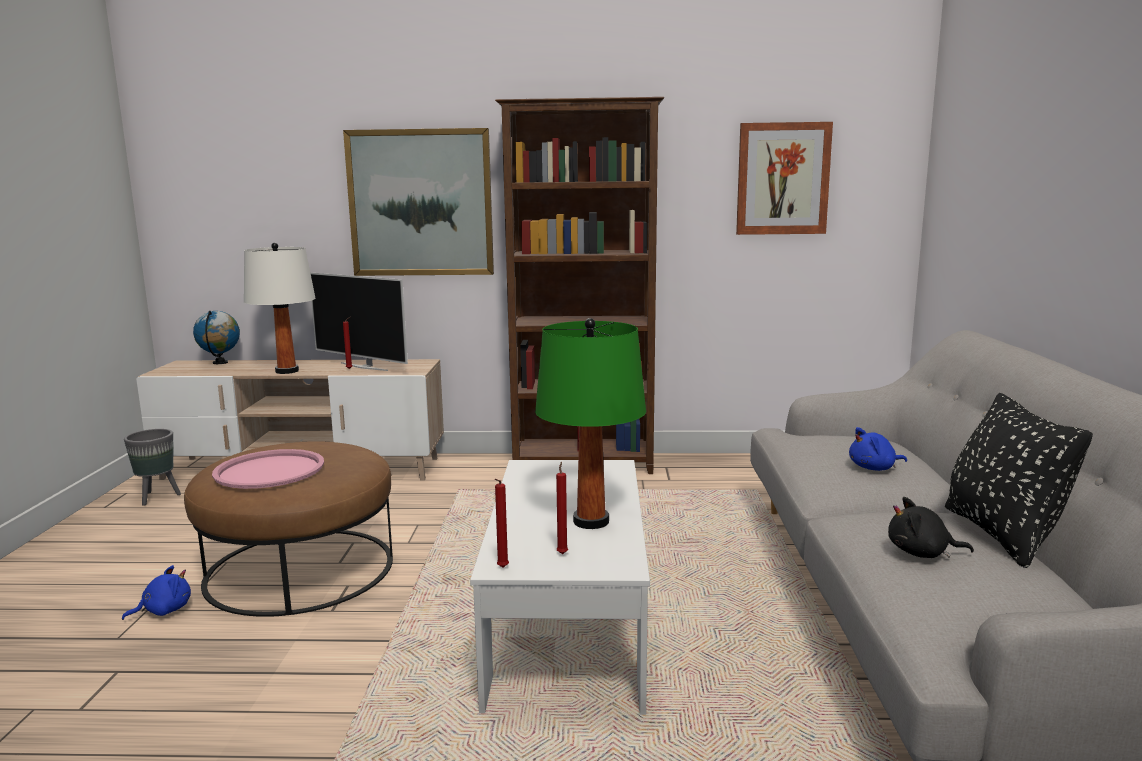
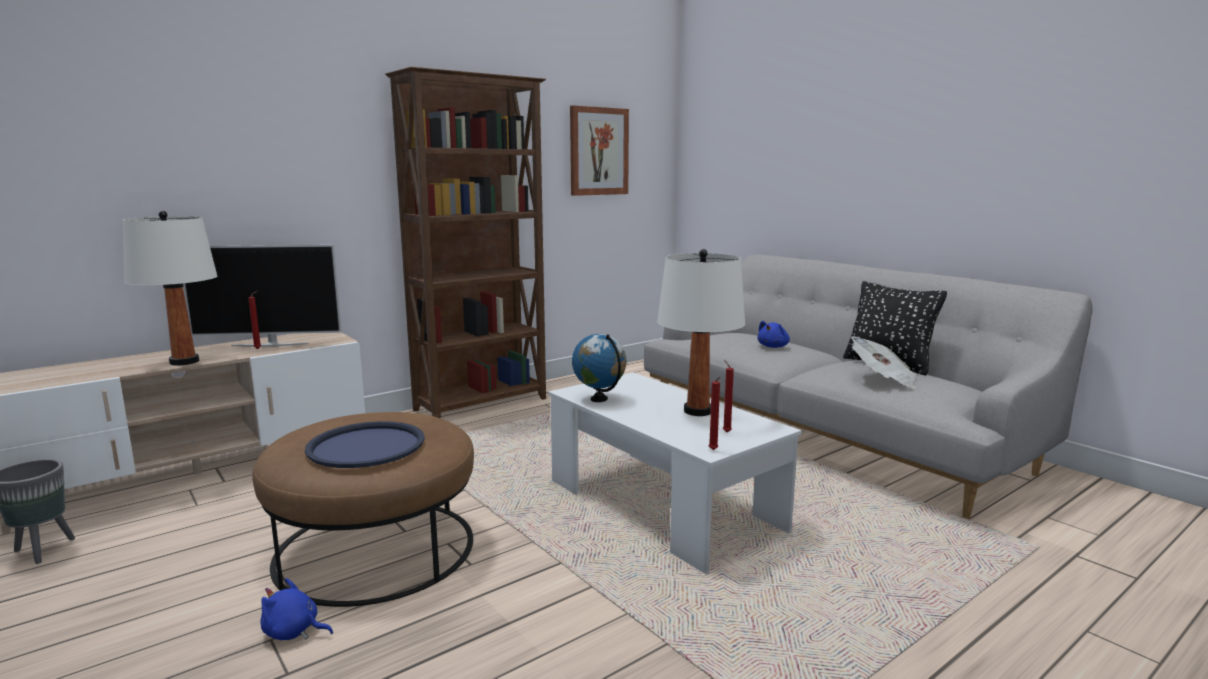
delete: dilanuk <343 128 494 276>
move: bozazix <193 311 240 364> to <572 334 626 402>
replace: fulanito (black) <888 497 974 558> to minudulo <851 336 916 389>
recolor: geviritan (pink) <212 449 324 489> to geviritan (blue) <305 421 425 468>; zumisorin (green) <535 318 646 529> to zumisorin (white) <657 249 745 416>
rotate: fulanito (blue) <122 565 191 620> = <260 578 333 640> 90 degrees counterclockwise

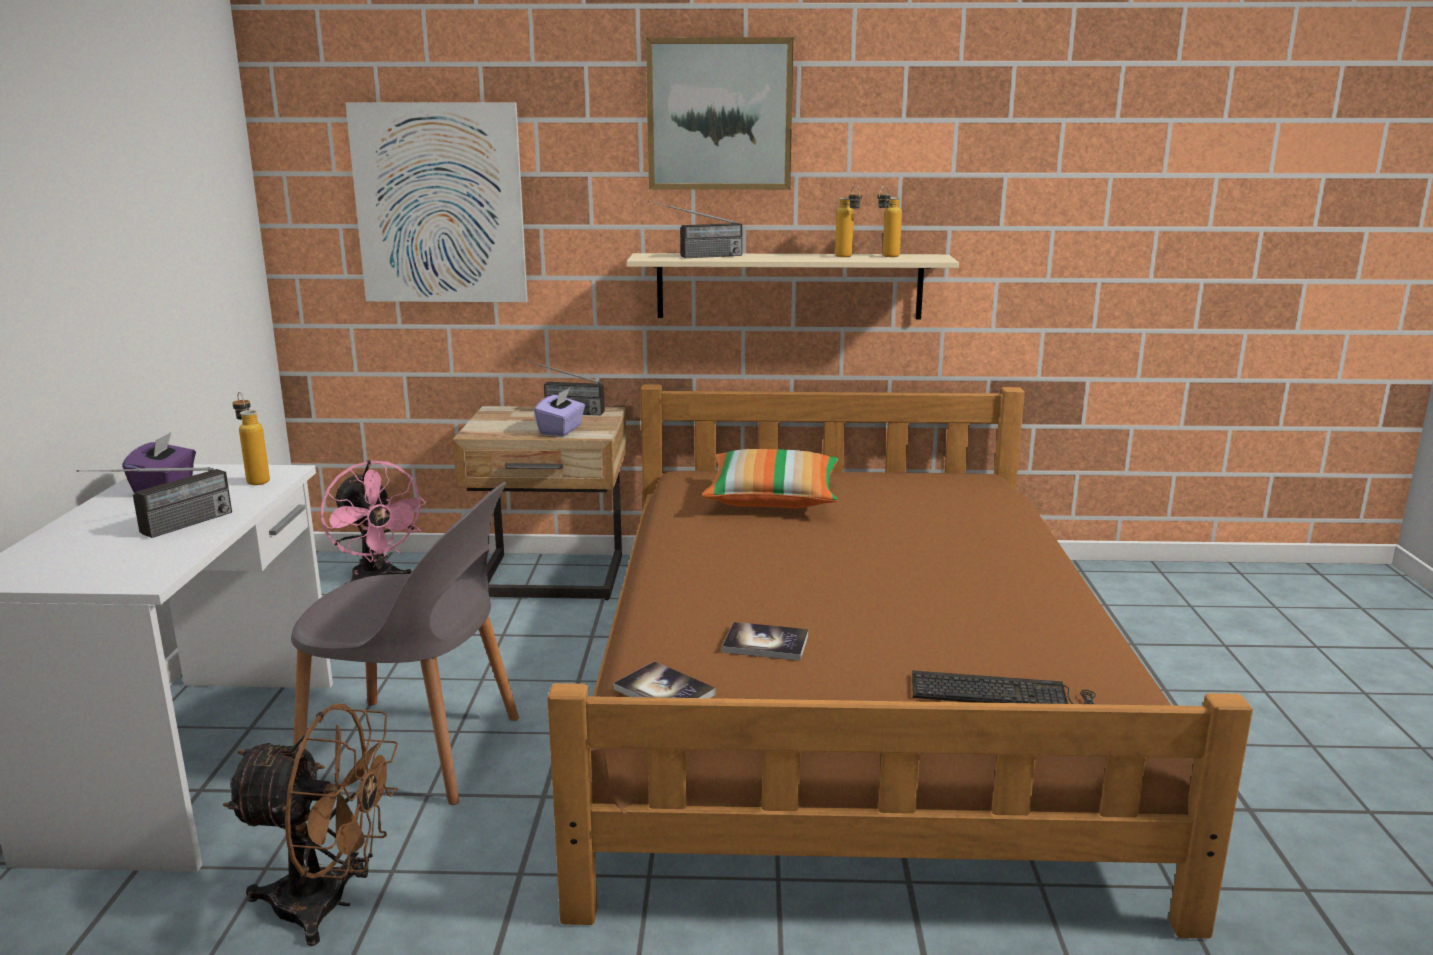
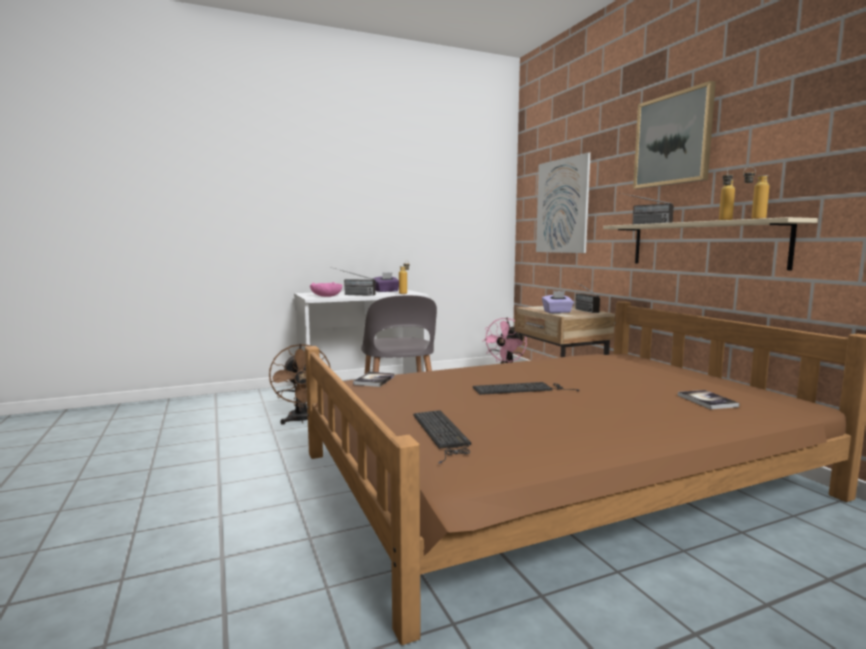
delete: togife <702 449 838 508>
insert: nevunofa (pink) <310 282 343 297>; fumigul <473 382 579 395>
move: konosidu <722 622 809 661> to <678 390 740 409>

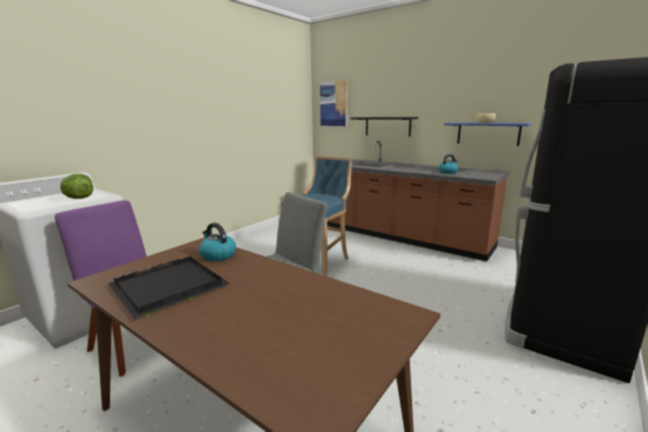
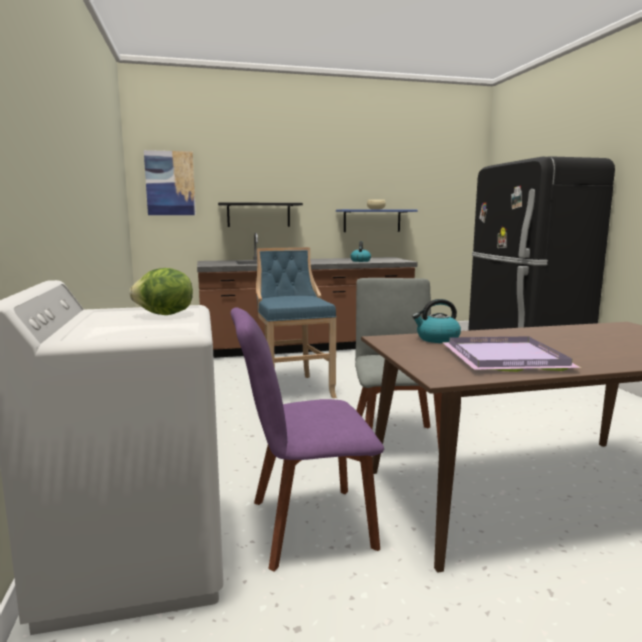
recolor: geviritan (black) <108 256 230 319> to geviritan (purple) <442 336 581 372>

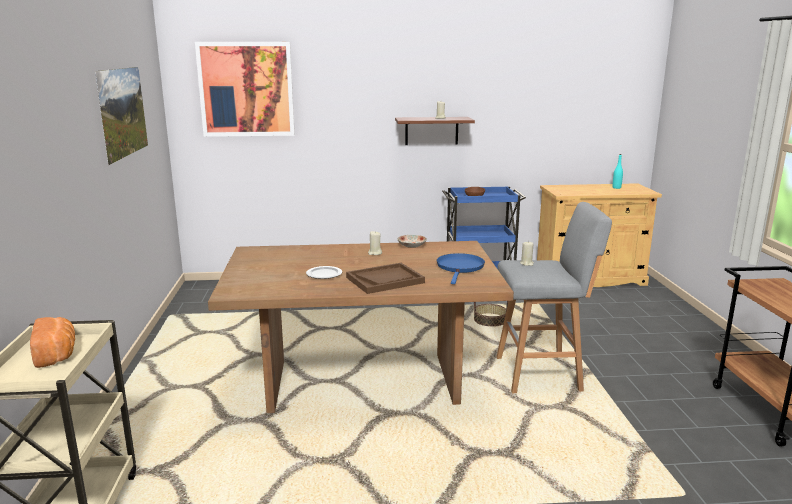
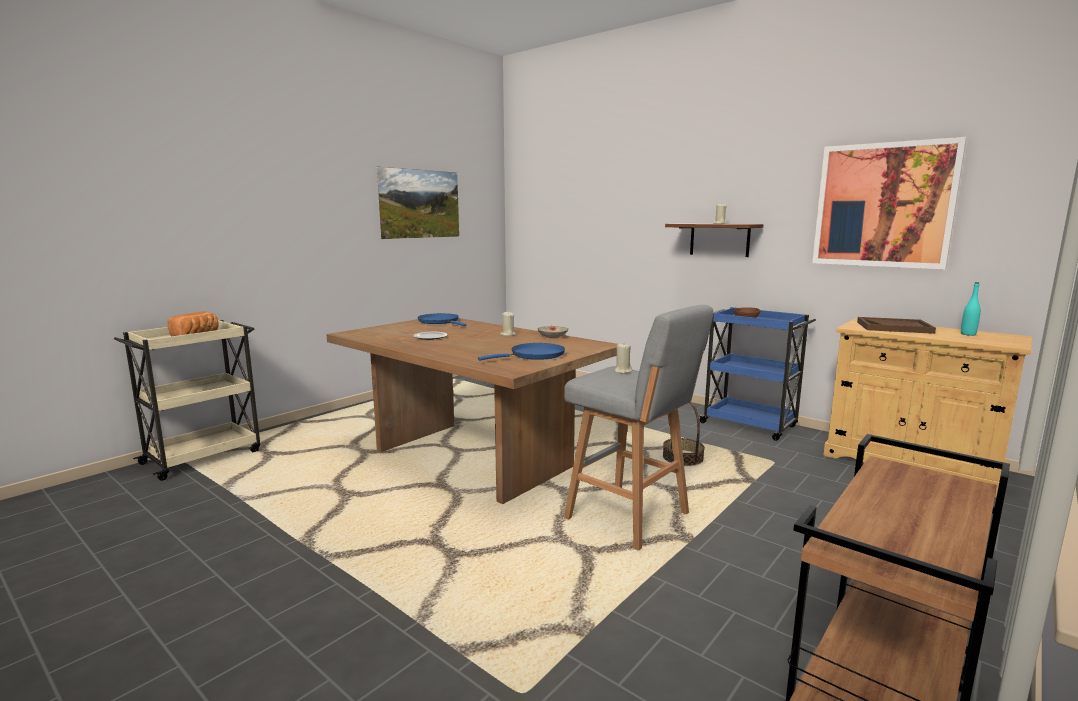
insert: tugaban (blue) <417 313 467 326>
move: dilanuk <195 42 295 137> to <812 137 967 270>; geviritan (brown) <346 263 425 294> to <857 317 936 334>

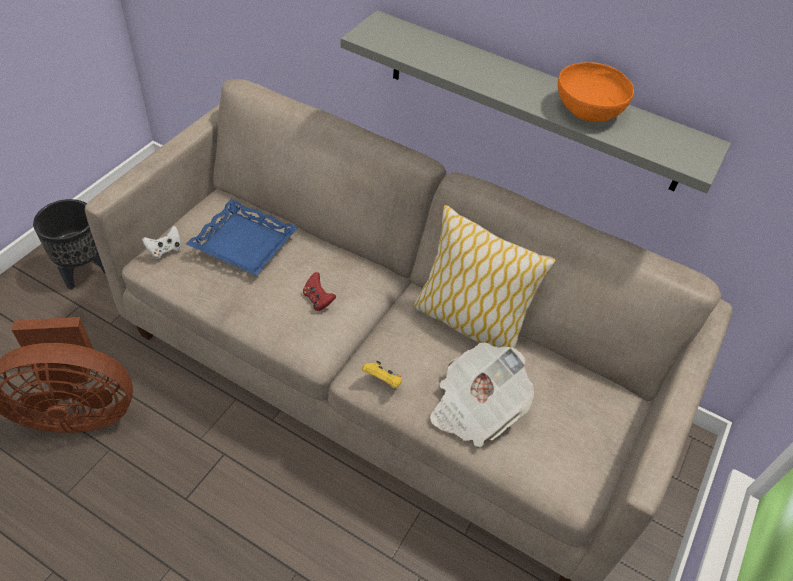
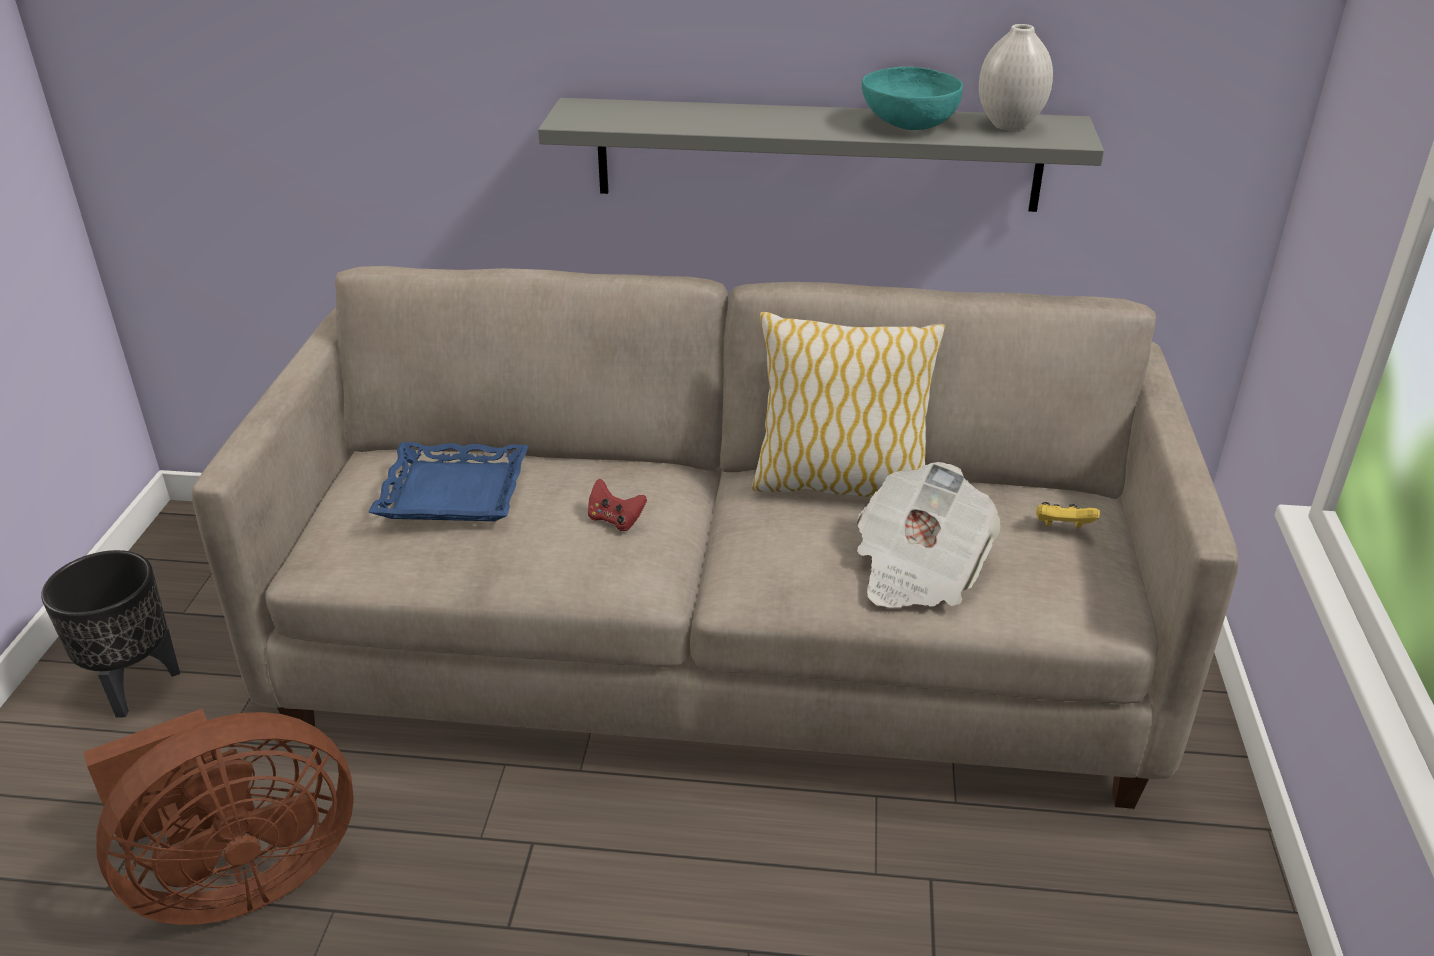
delete: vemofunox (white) <142 226 181 258>
insert: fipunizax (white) <979 24 1053 131>
move: vemofunox (yellow) <362 361 402 388> to <1036 502 1100 528>
recolor: nevunofa (orange) <558 62 634 122> to nevunofa (turquoise) <862 67 963 130>

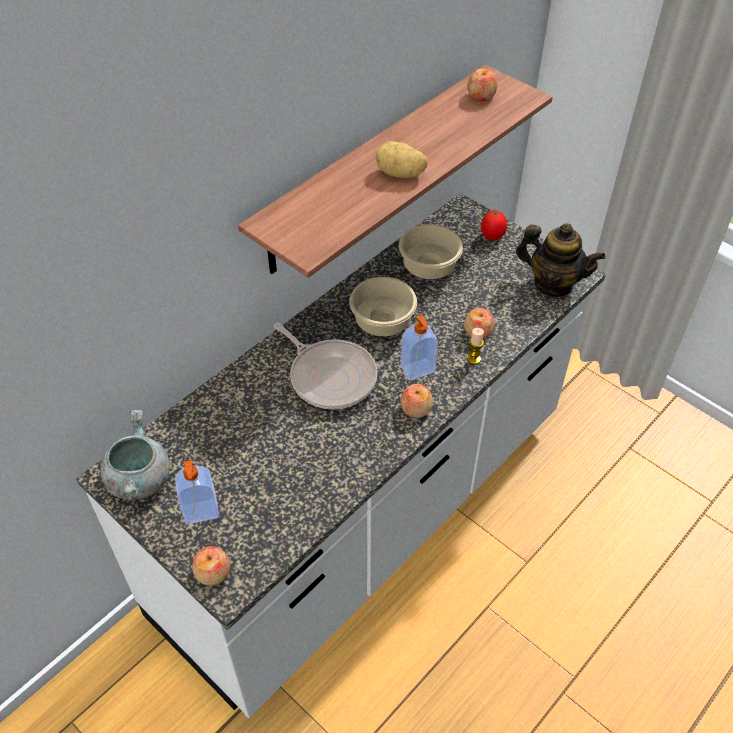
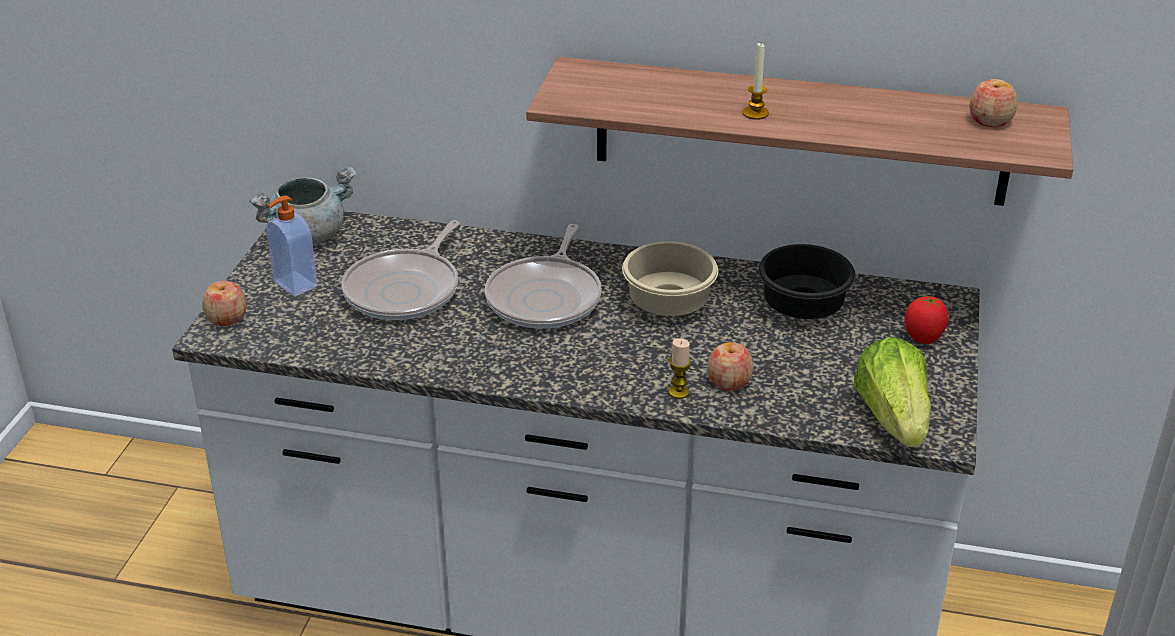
delete: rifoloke <400 384 433 418>; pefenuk <401 315 438 380>
insert: tugaban <341 220 460 320>
replace: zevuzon <375 141 428 178> to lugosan <743 43 769 120>; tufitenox <516 223 606 297> to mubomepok <854 337 931 447>
recolor: nevunofa (beige) <399 224 463 279> to nevunofa (black) <758 244 855 319>

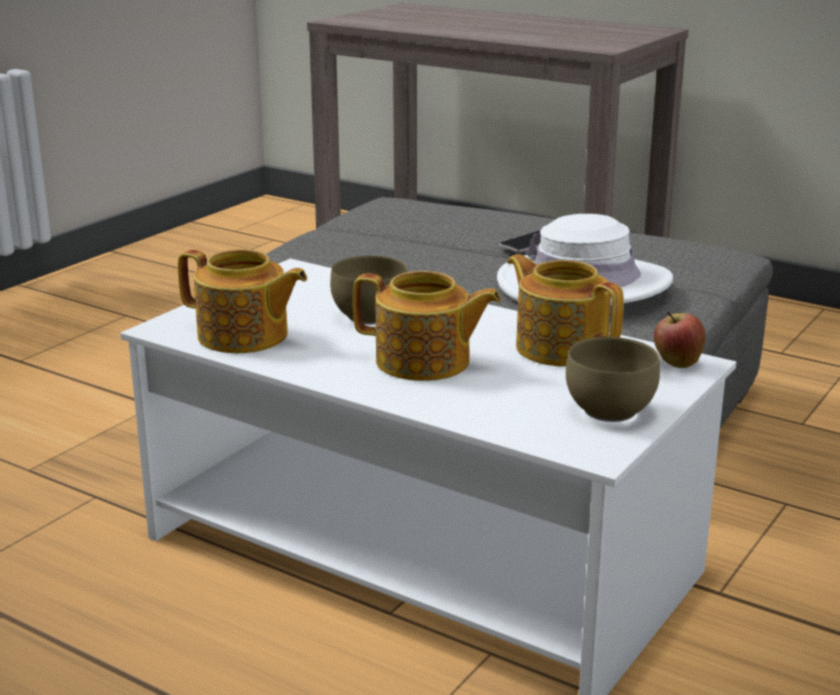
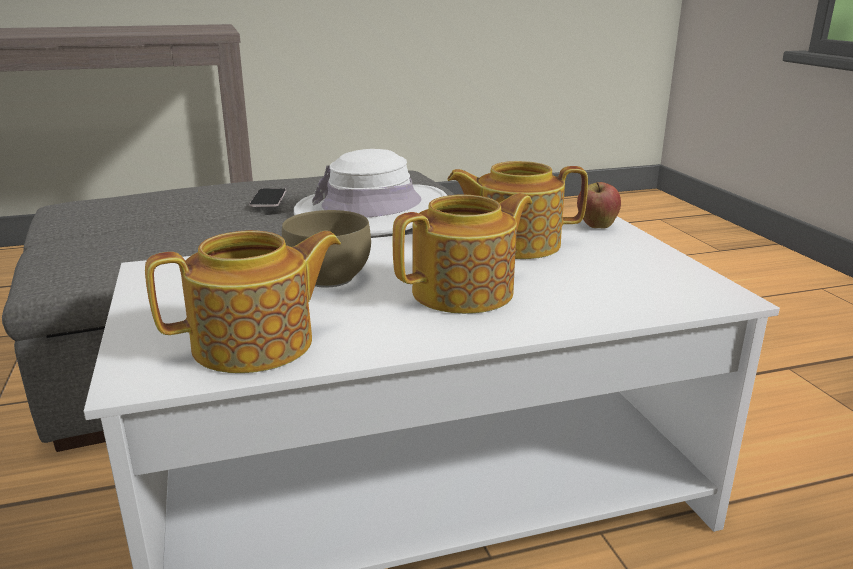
delete: nevunofa (brown) <566 337 660 422>

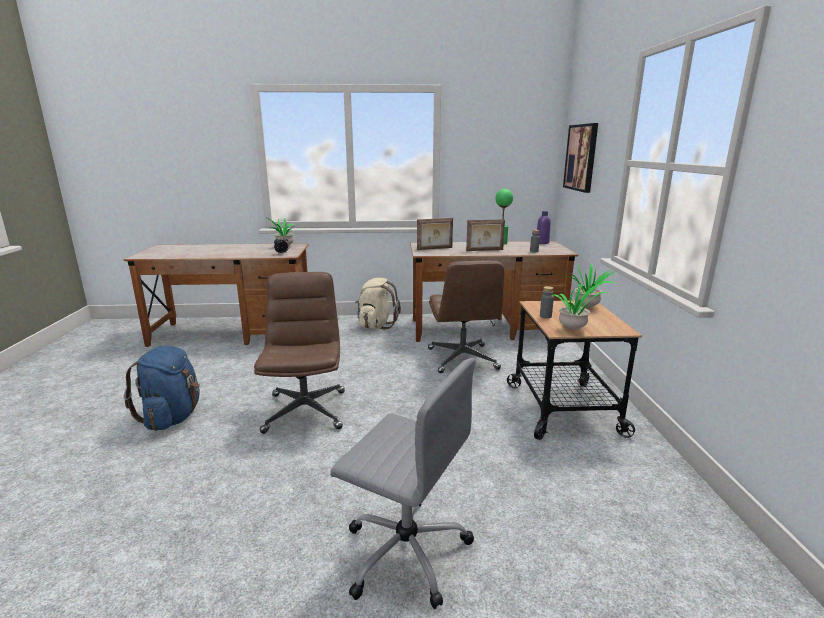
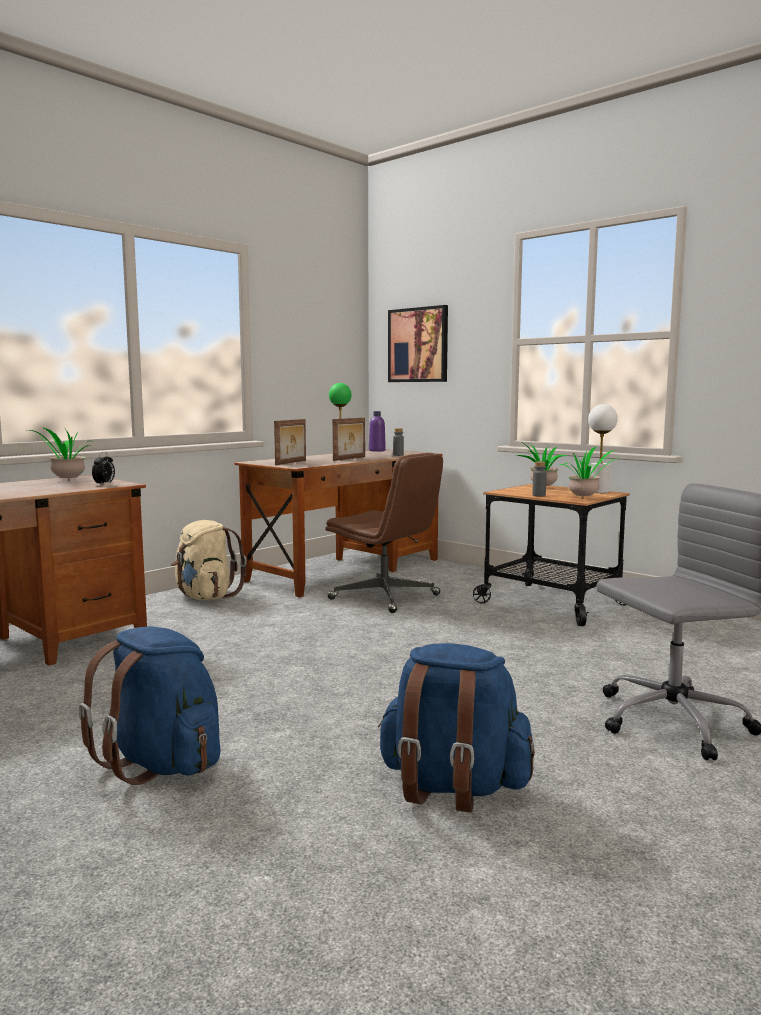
delete: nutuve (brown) <254 272 345 434>
insert: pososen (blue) <378 643 535 812>; zumisorin (white) <588 404 618 493>

